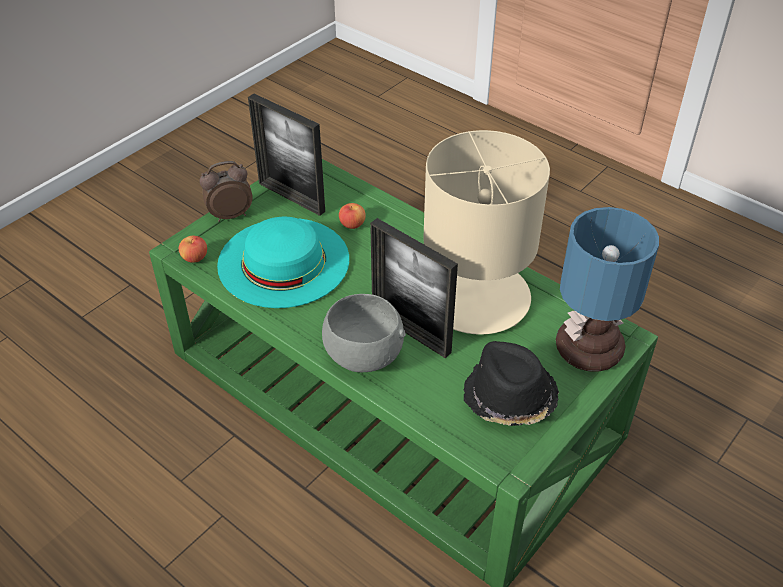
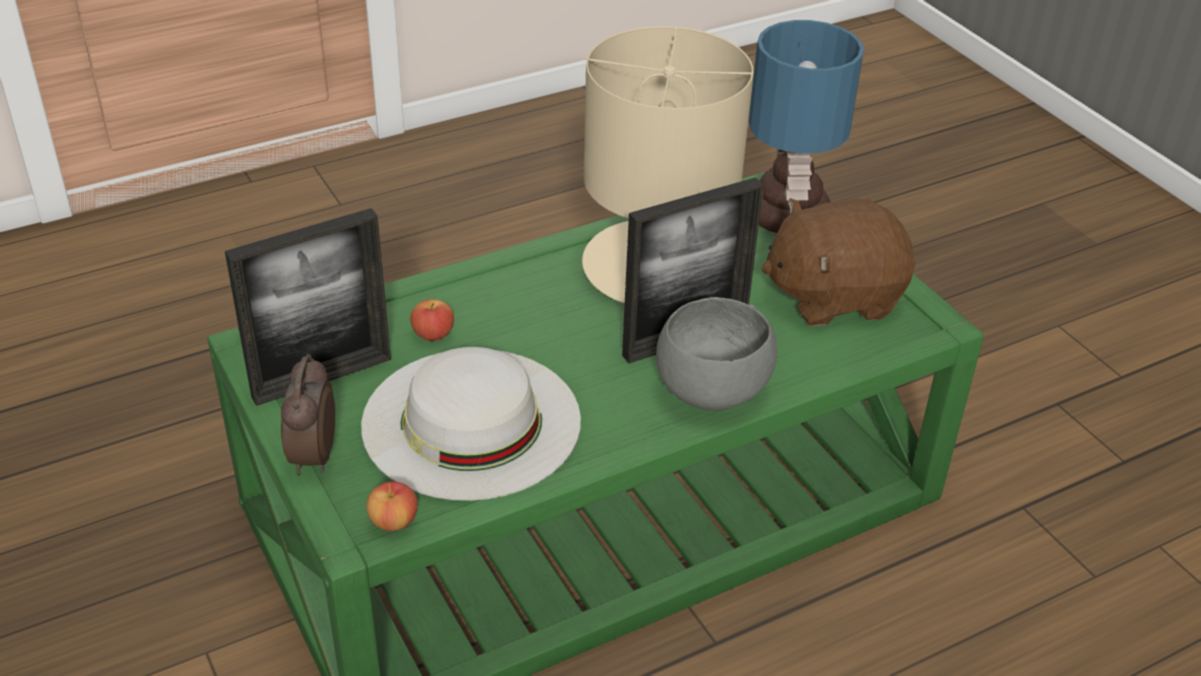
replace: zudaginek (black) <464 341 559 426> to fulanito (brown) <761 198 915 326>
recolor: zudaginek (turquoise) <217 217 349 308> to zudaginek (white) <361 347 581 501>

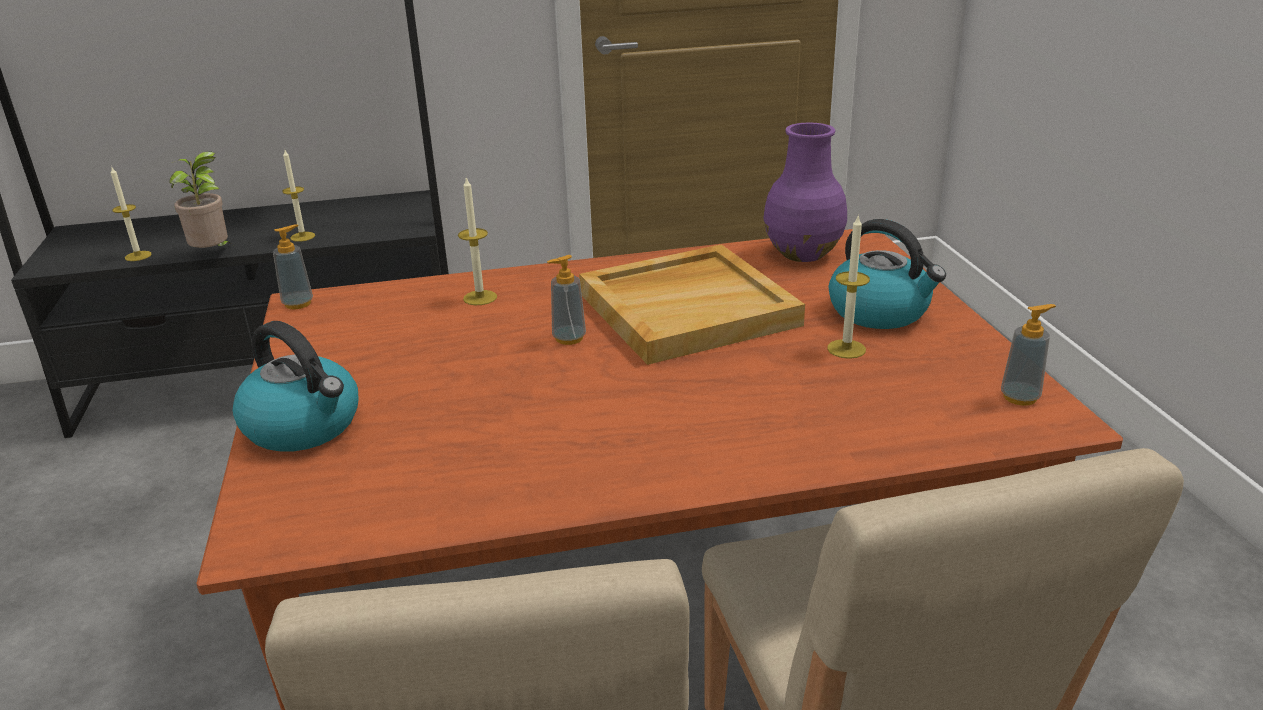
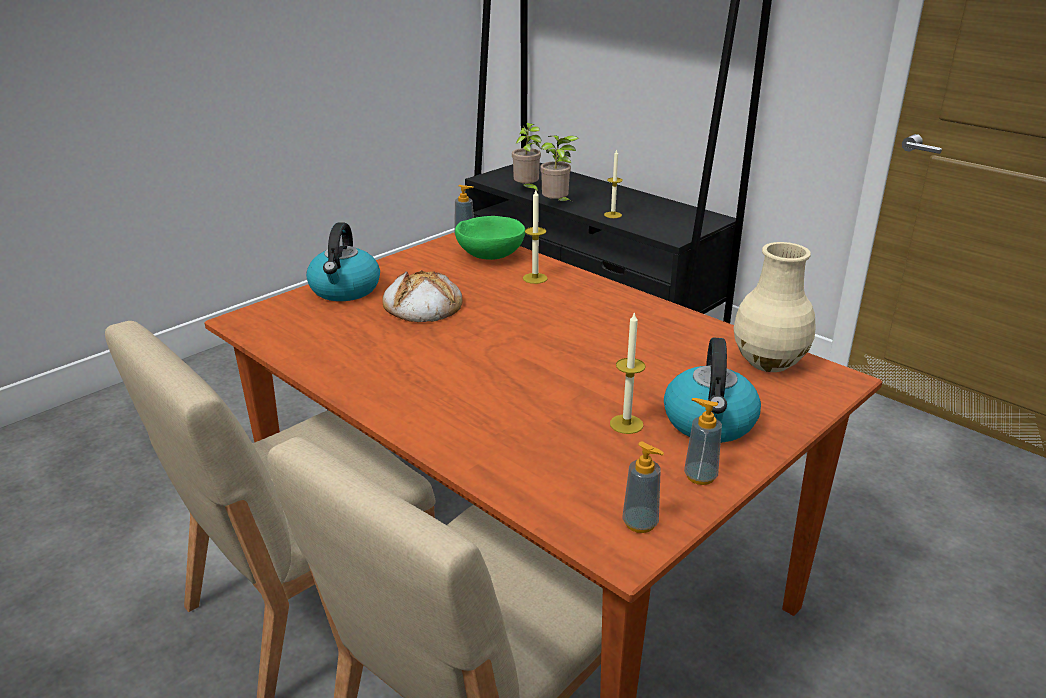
delete: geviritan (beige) <579 244 805 365>
insert: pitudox <382 270 463 322>; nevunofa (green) <455 216 525 260>
move: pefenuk <547 255 586 345> to <684 398 722 485>
replace: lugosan <111 167 152 261> to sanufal <512 123 541 195>
recolor: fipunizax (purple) <764 123 847 262> to fipunizax (beige) <733 242 815 372>

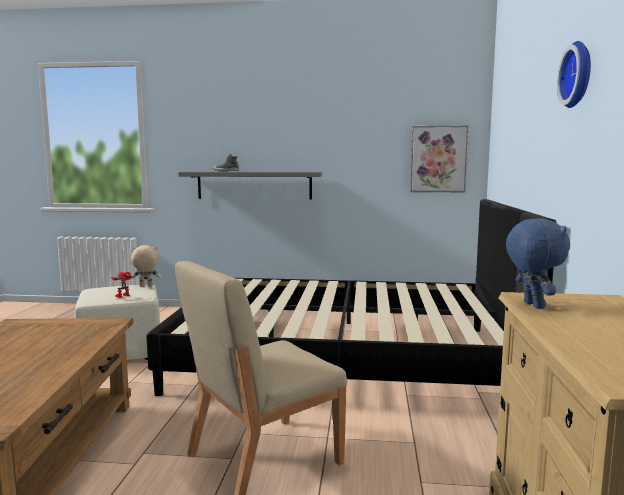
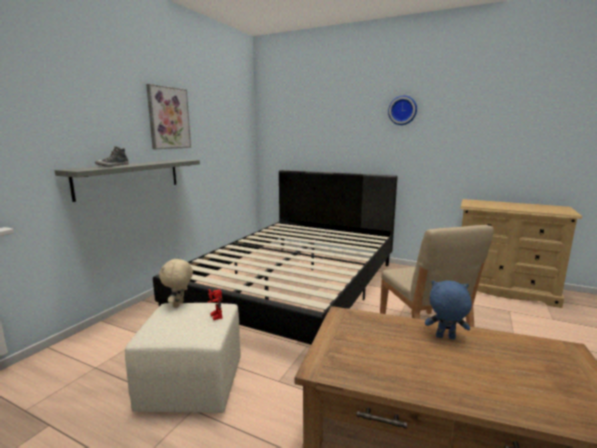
move: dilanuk <410 125 468 192> to <146 84 191 149>; fulanito (blue) <506 218 570 309> to <425 280 472 339>

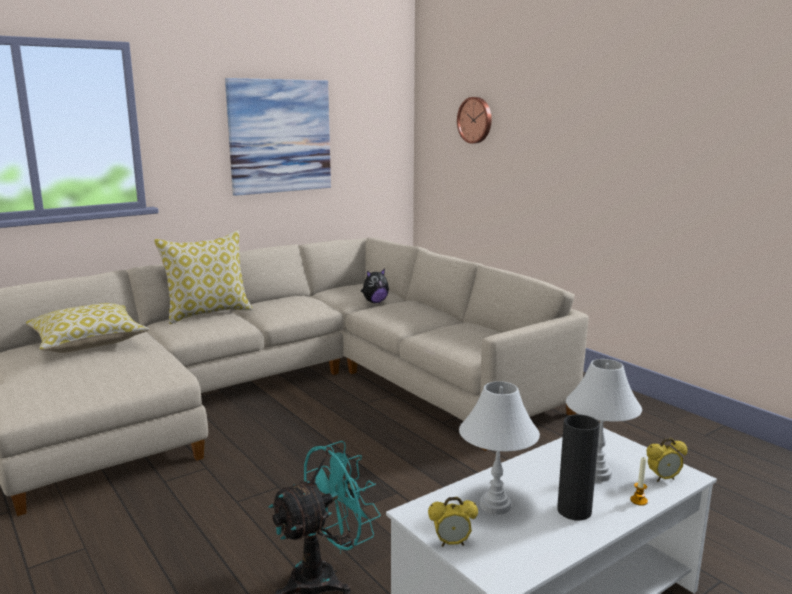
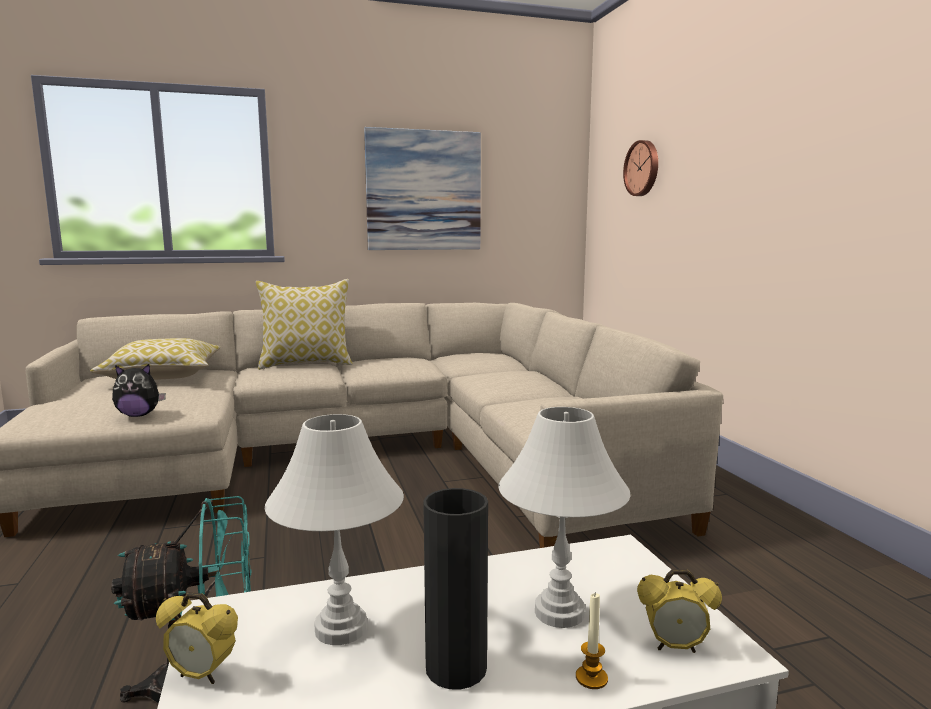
move: fulanito <361 269 389 303> to <112 364 166 417>

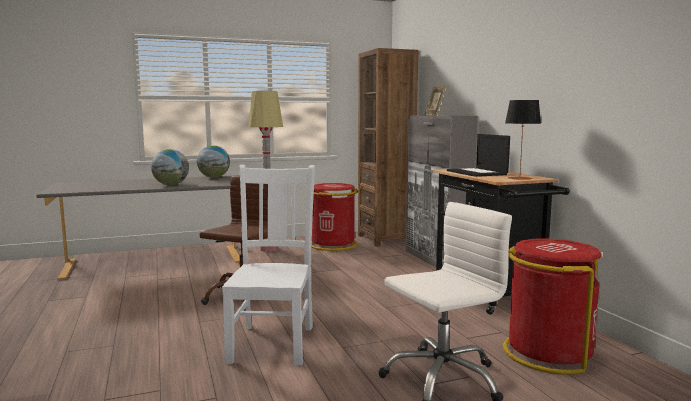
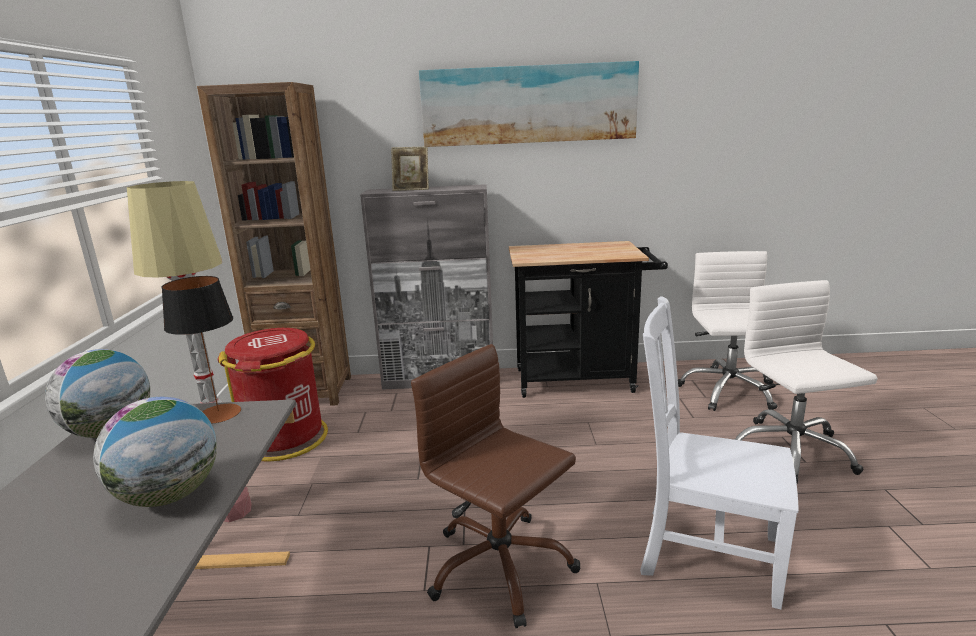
delete: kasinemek <447 134 510 177>
insert: dilanuk <419 61 639 147>
move: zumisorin <505 100 541 180> to <161 276 241 424>
replace: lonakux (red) <503 238 602 375> to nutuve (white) <678 251 777 411>

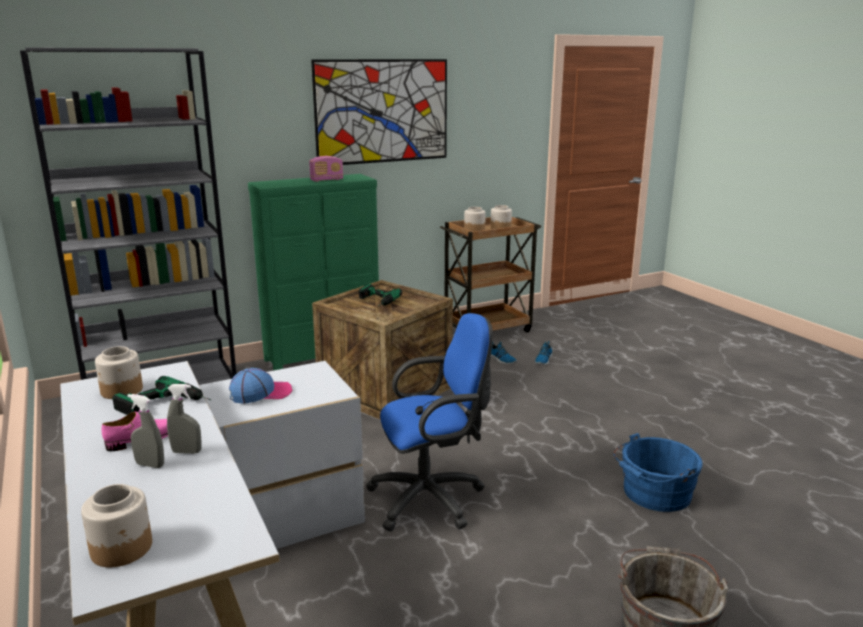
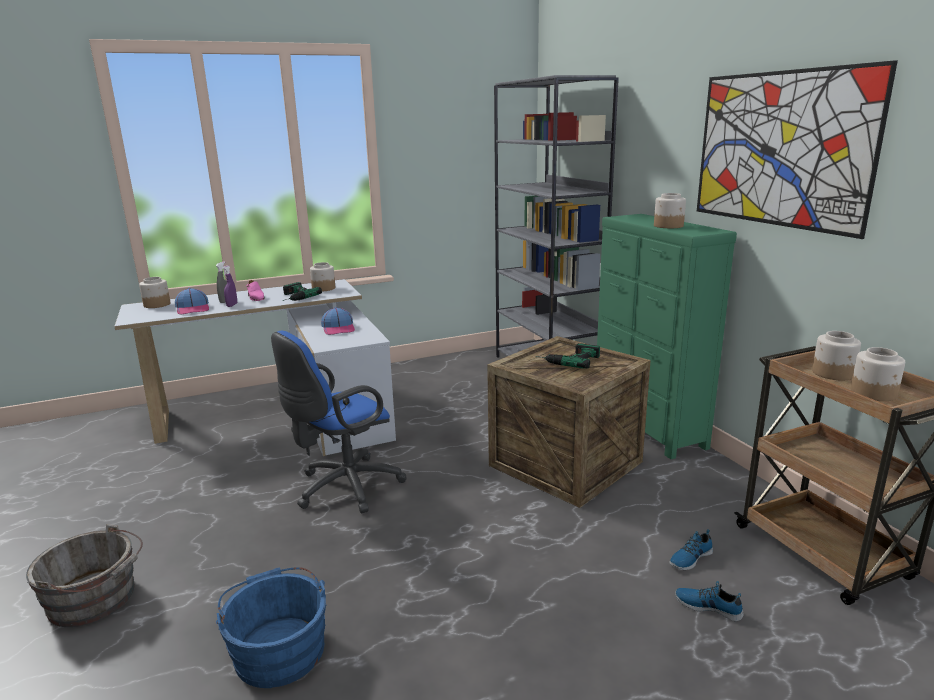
insert: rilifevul <175 288 209 314>
replace: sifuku <309 156 343 182> to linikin <654 193 686 228>
recolor: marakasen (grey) <167 384 202 454> to marakasen (purple) <222 265 237 307>
rotate: nutuve (blue) <366 313 493 531> = <271 331 407 513> 60 degrees clockwise

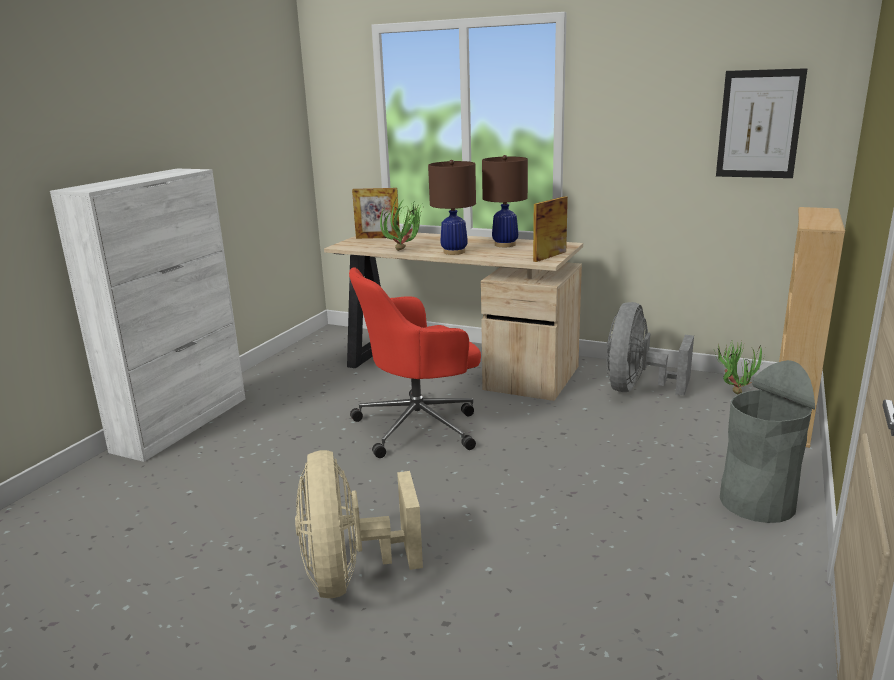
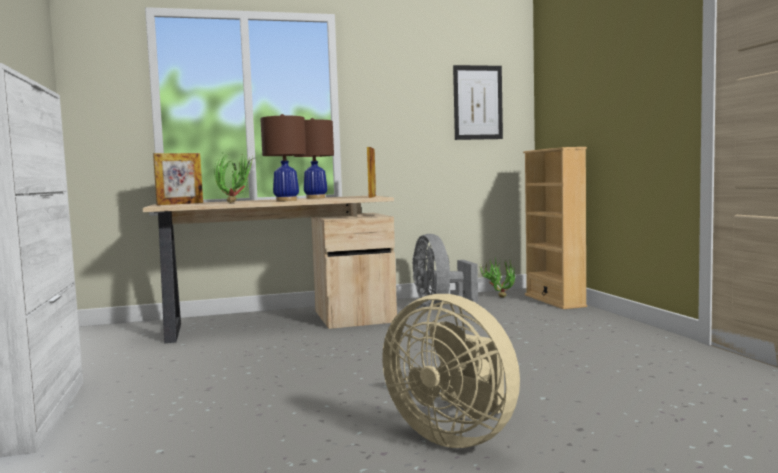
delete: nutuve (red) <349 267 481 458>; lonakux (grey) <720 360 815 523>

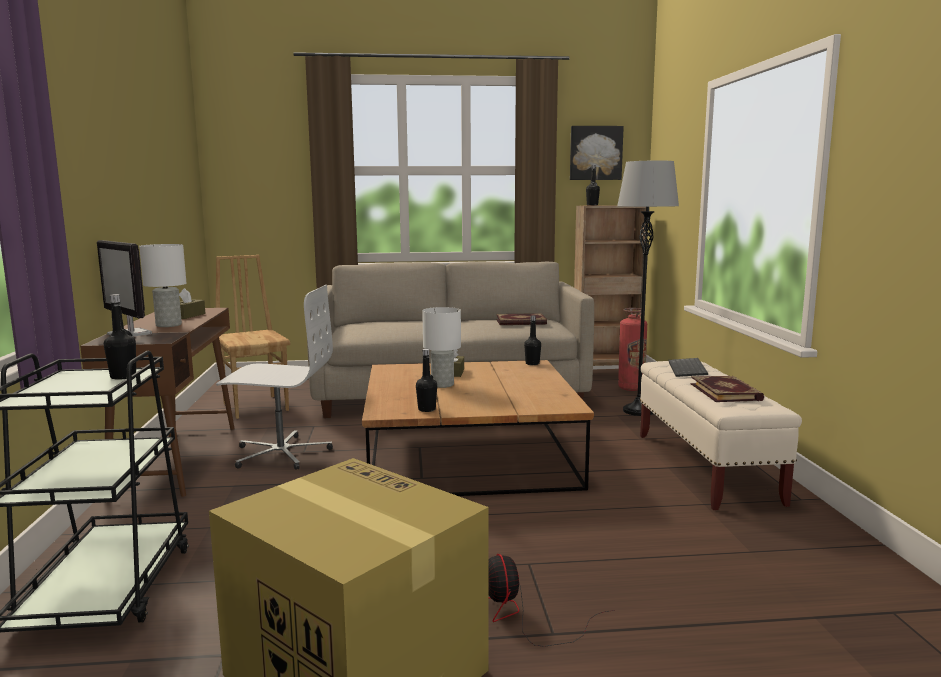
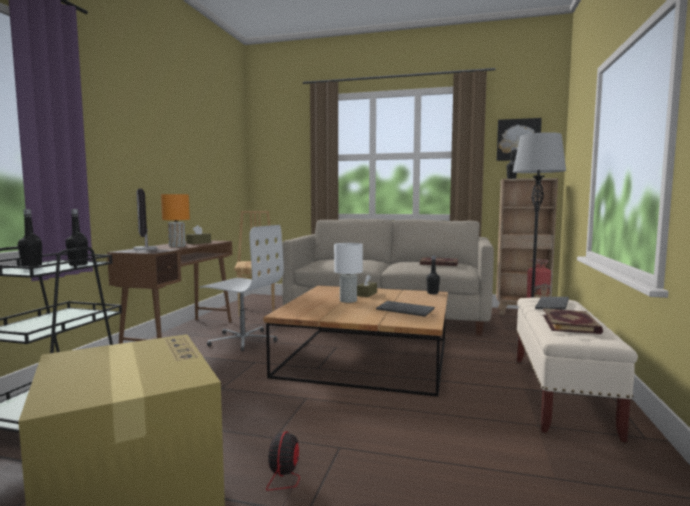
insert: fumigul <376 301 435 317>
move: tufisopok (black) <416 349 437 412> to <18 209 42 266>
recolor: zumisorin (white) <139 244 186 327> to zumisorin (orange) <161 194 190 247>

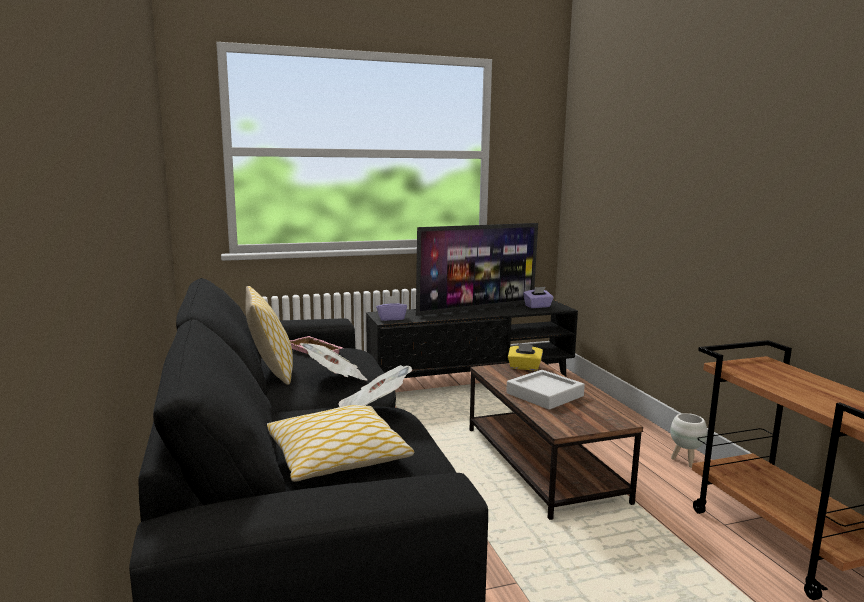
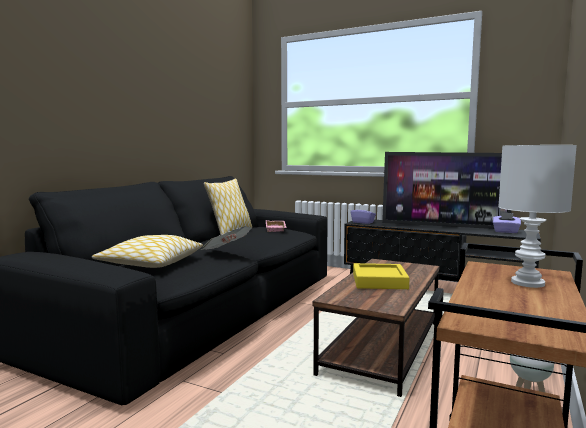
delete: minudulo <300 343 367 380>; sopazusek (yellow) <508 343 543 371>
insert: zumisorin (white) <498 145 577 288>
recolor: geviritan (grey) <506 370 585 410> to geviritan (yellow) <353 263 410 289>

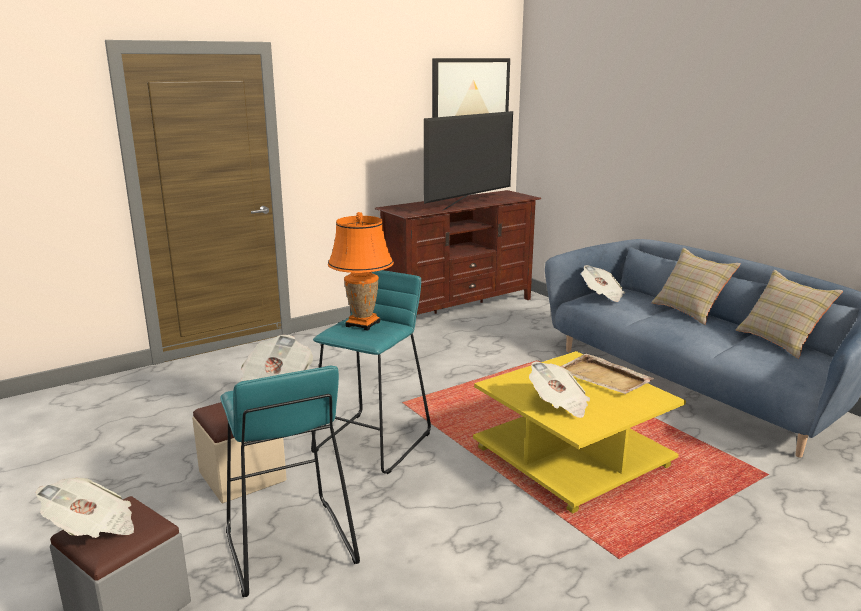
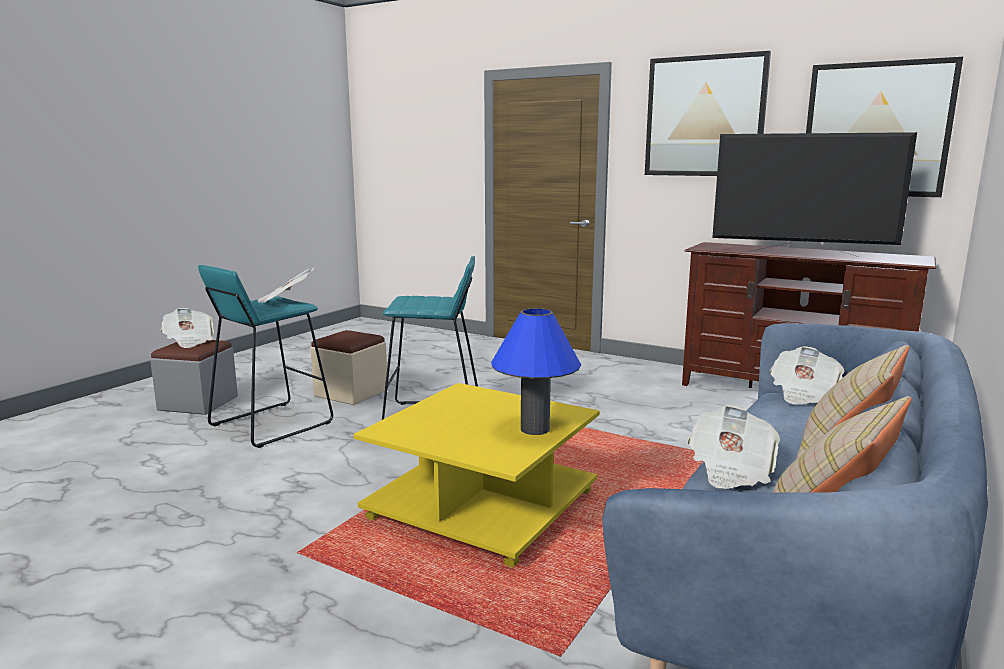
delete: zumisorin (orange) <328 212 394 331>
insert: dilanuk <645 51 771 176>
move: minudulo <529 361 590 418> to <688 405 780 489>
replace: geviritan (beige) <560 354 655 394> to zumisorin (blue) <491 308 581 435>

